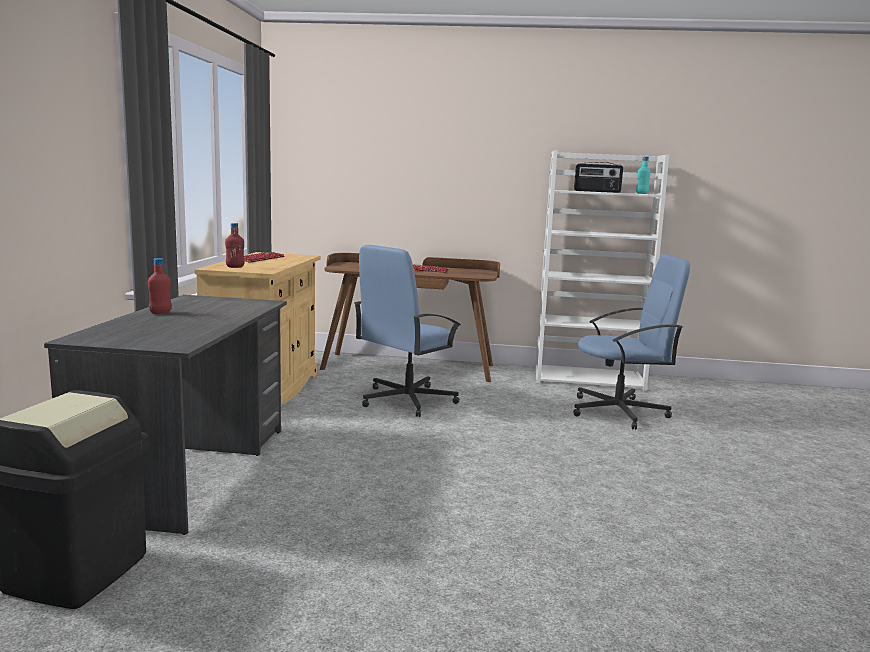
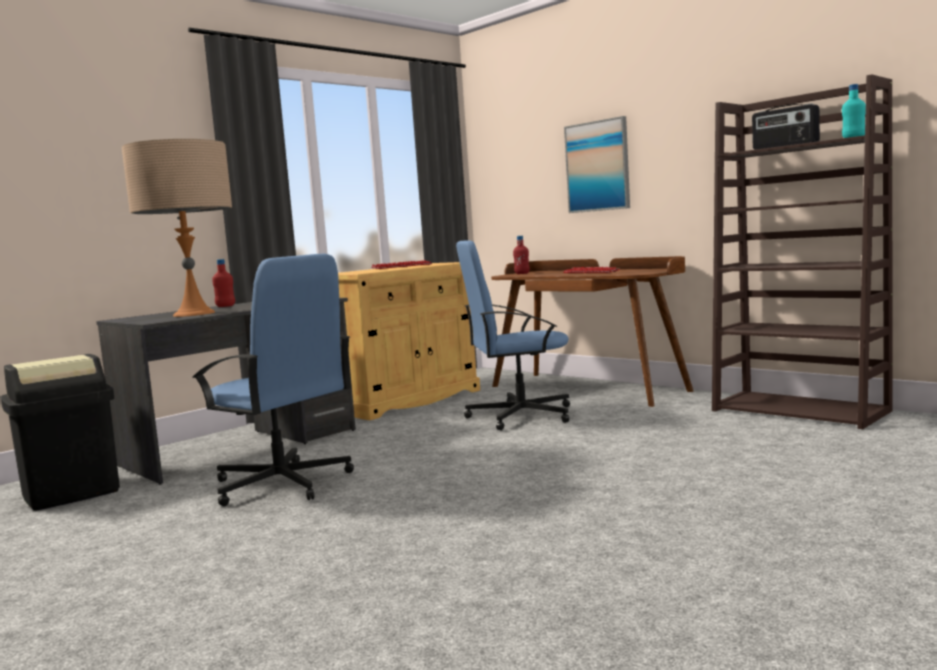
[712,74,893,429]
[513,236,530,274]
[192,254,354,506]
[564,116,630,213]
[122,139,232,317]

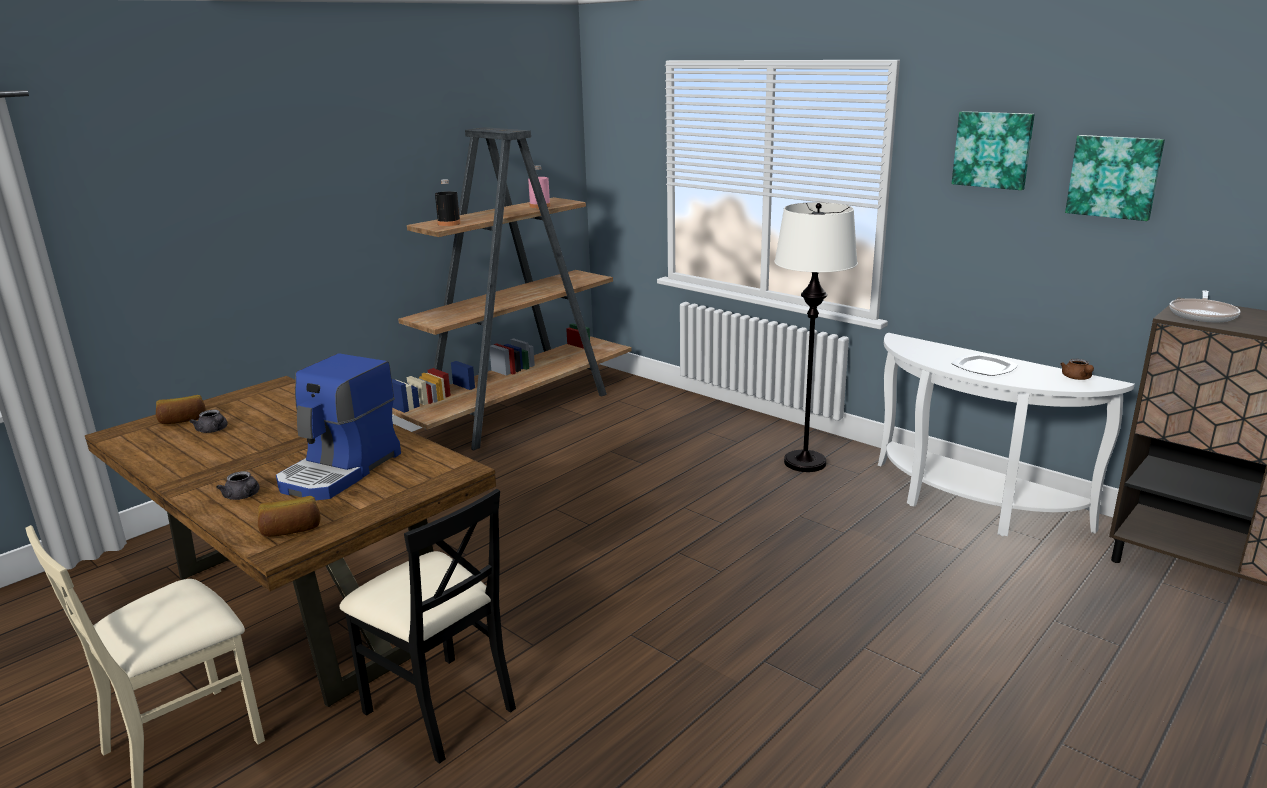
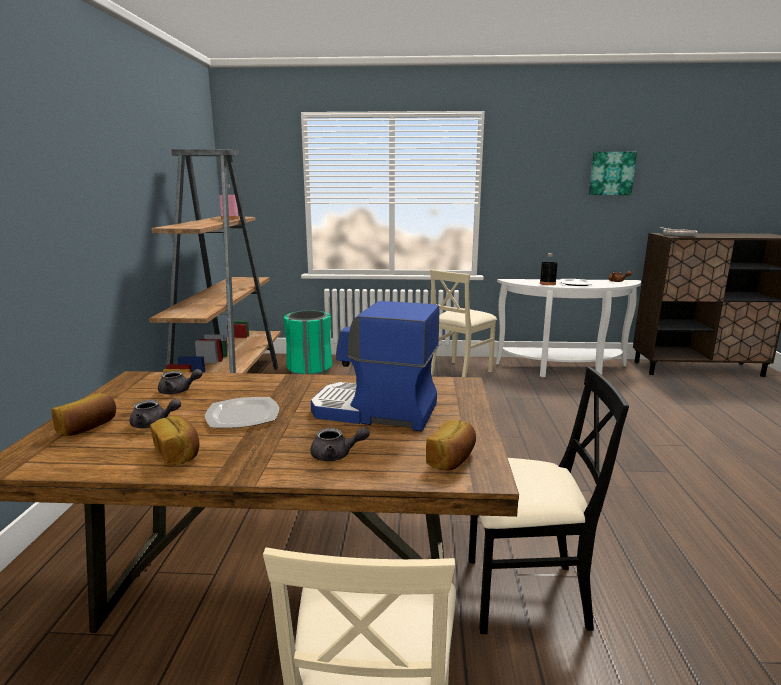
[952,111,1035,190] (first image)
[540,253,558,285]
[430,269,497,377]
[311,301,439,431]
[284,310,332,375]
[158,369,202,394]
[205,397,279,428]
[150,416,199,465]

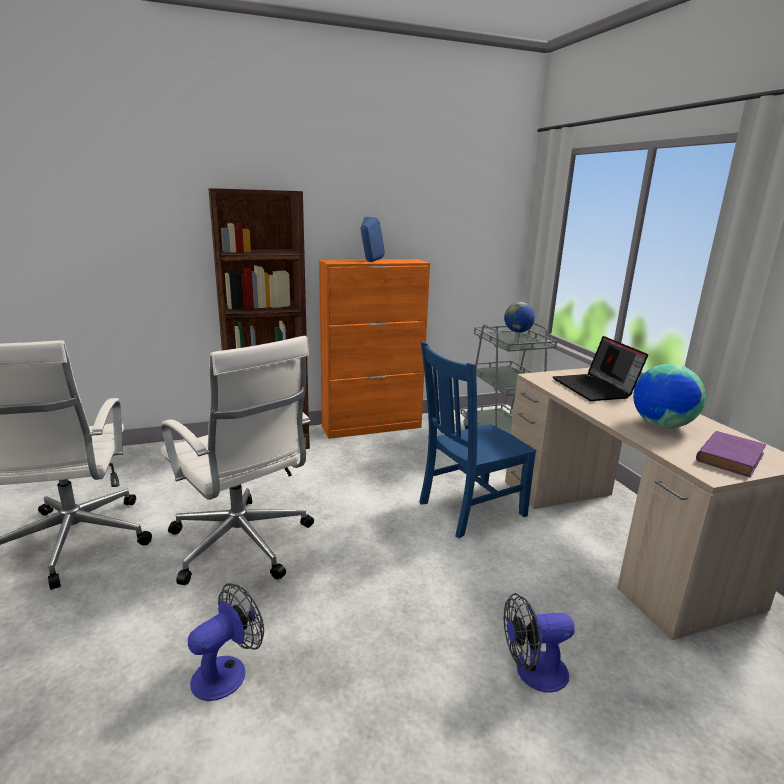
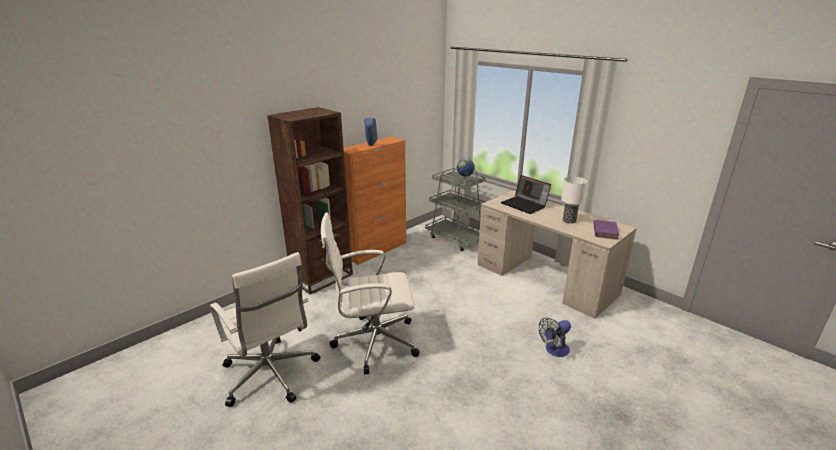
[321,212,420,374]
[419,341,537,538] (first image)
[561,177,588,224]
[188,583,264,701] (first image)

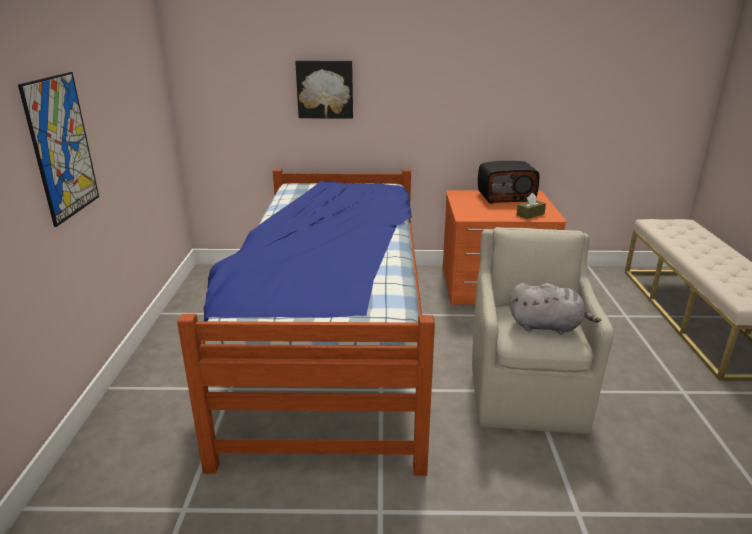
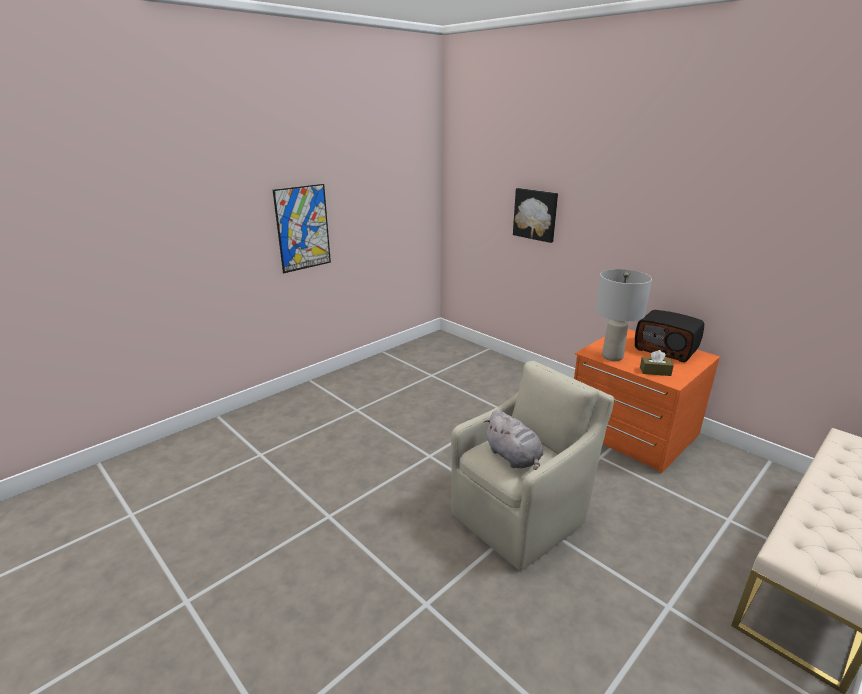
[177,169,435,476] (first image)
[595,269,652,361]

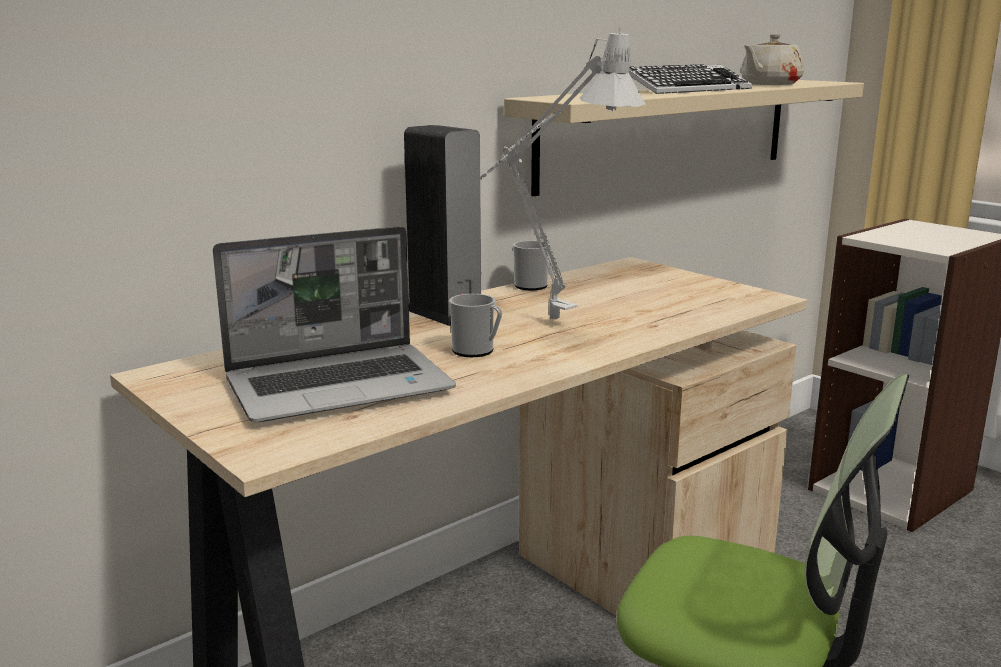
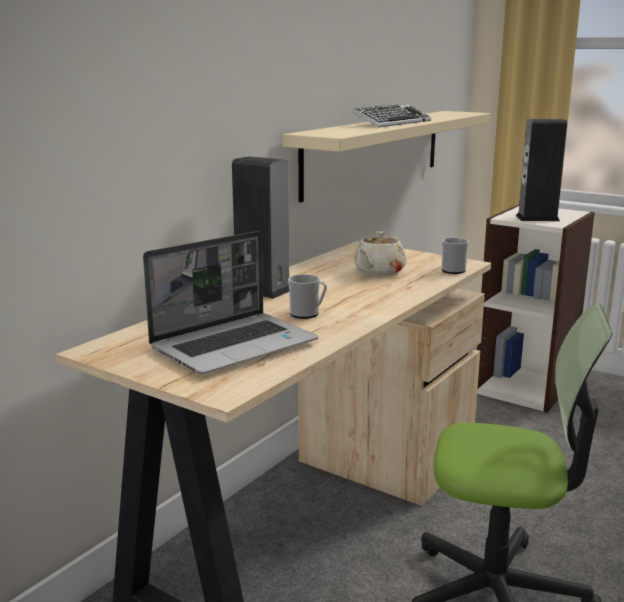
[480,27,646,325] (first image)
[354,231,406,276]
[442,238,469,274]
[516,119,567,221]

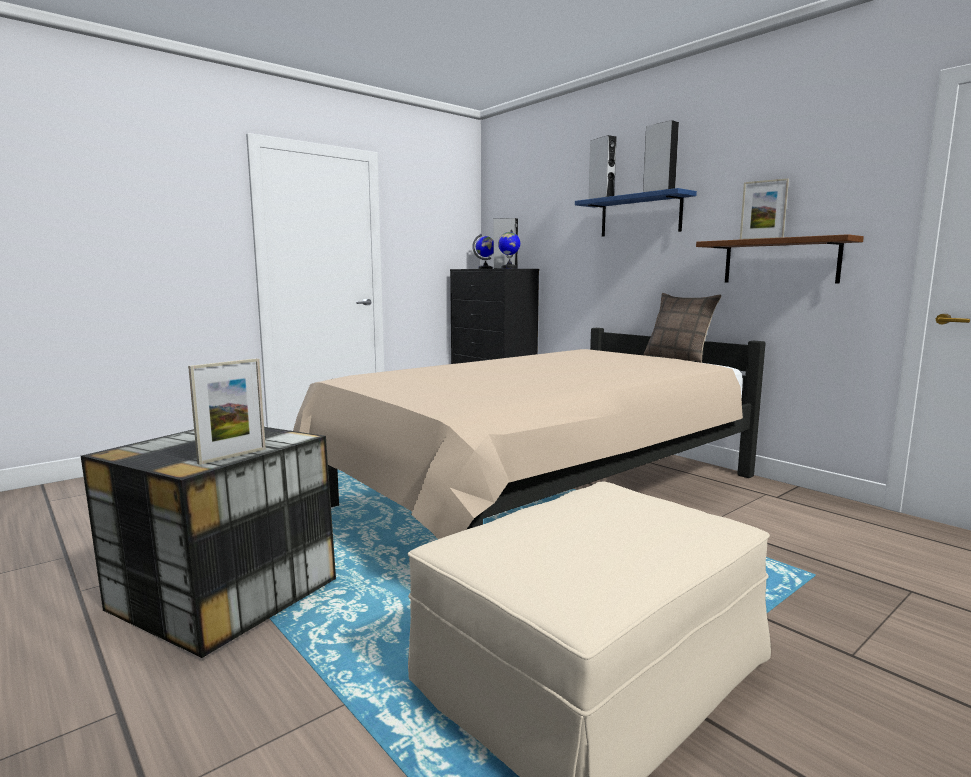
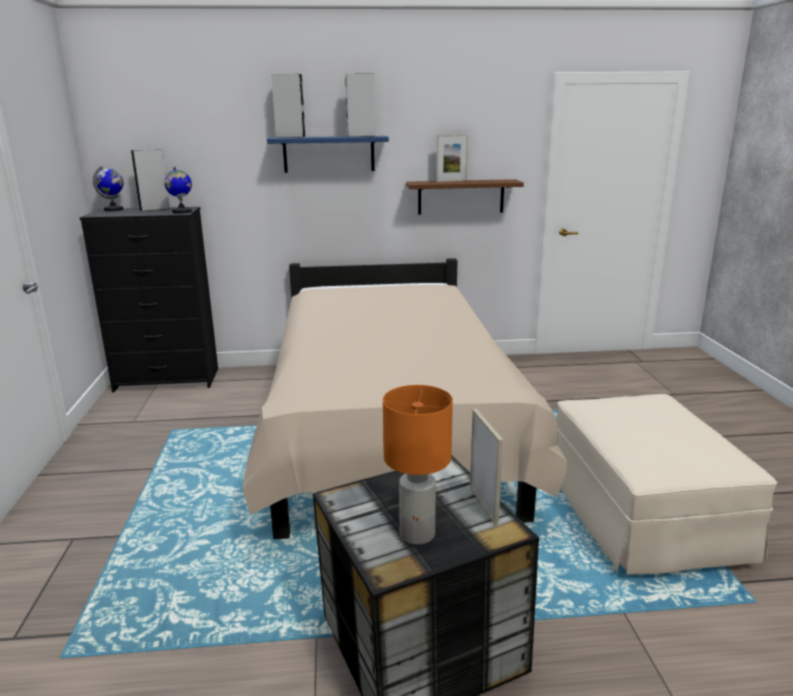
[644,293,722,363] (first image)
[383,385,453,545]

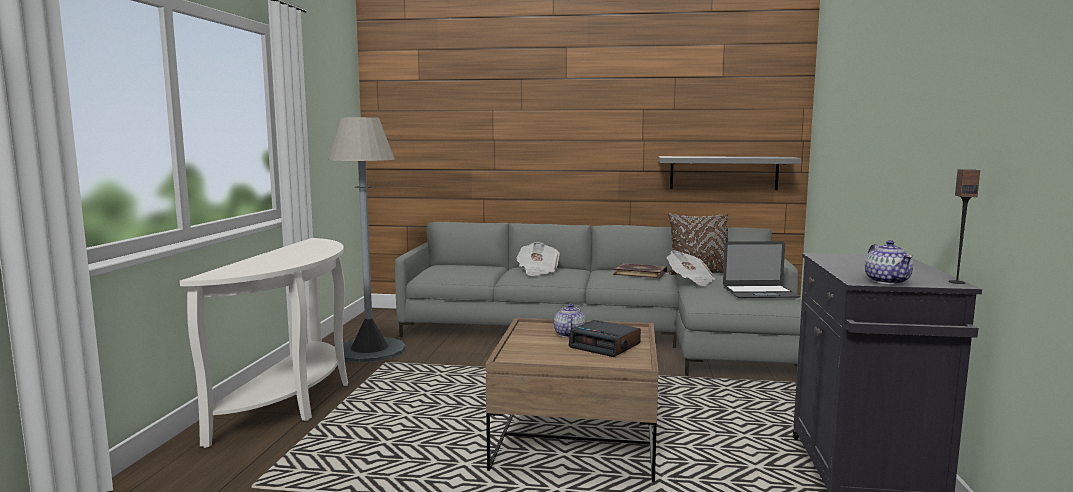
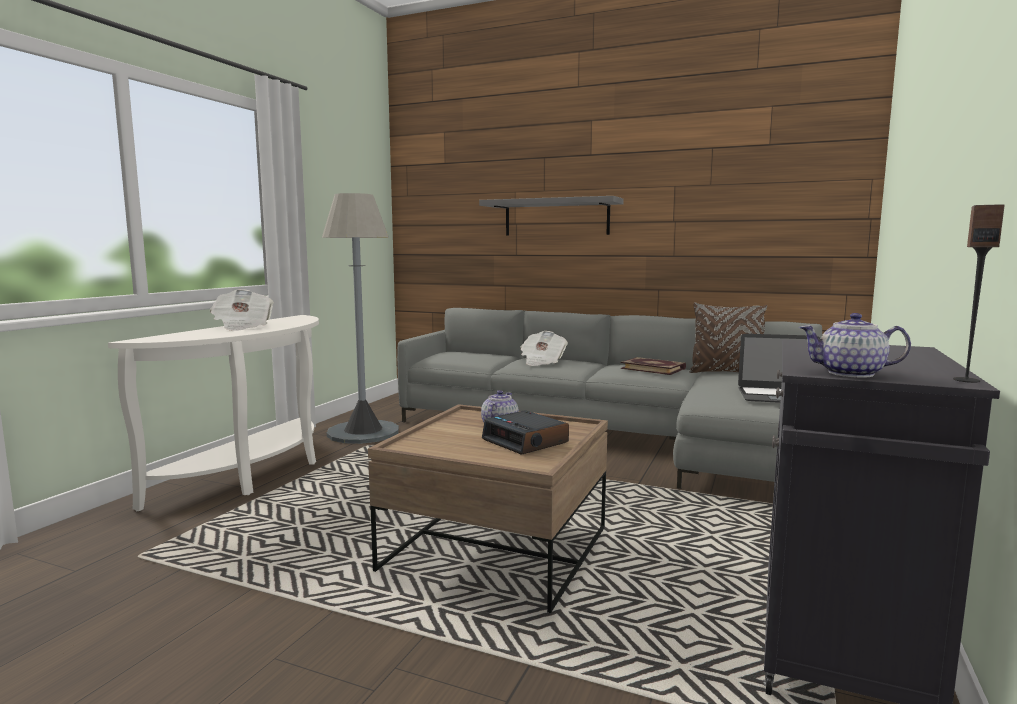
[479,196,624,236]
[799,313,911,378]
[210,289,274,331]

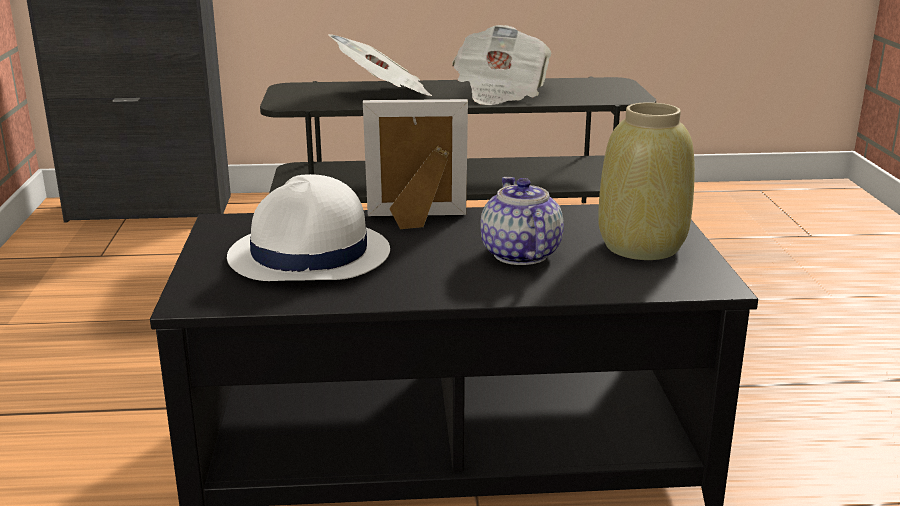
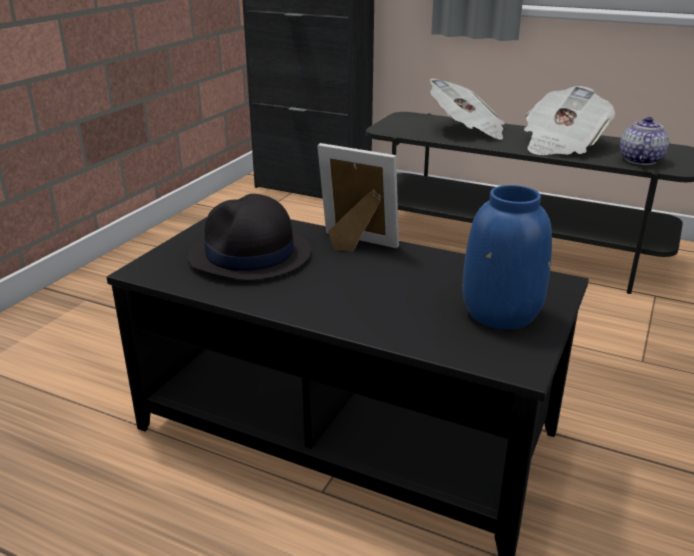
[462,185,552,329]
[187,194,311,281]
[620,117,669,165]

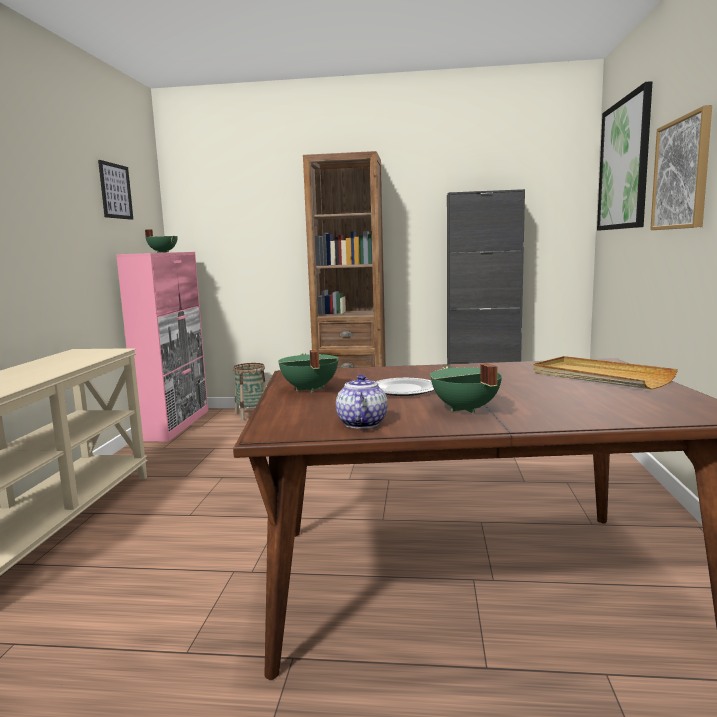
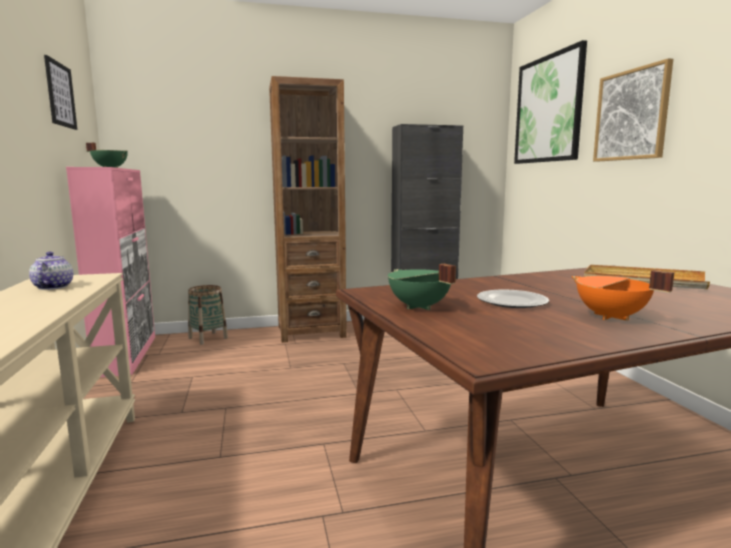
[571,270,674,321]
[29,252,73,290]

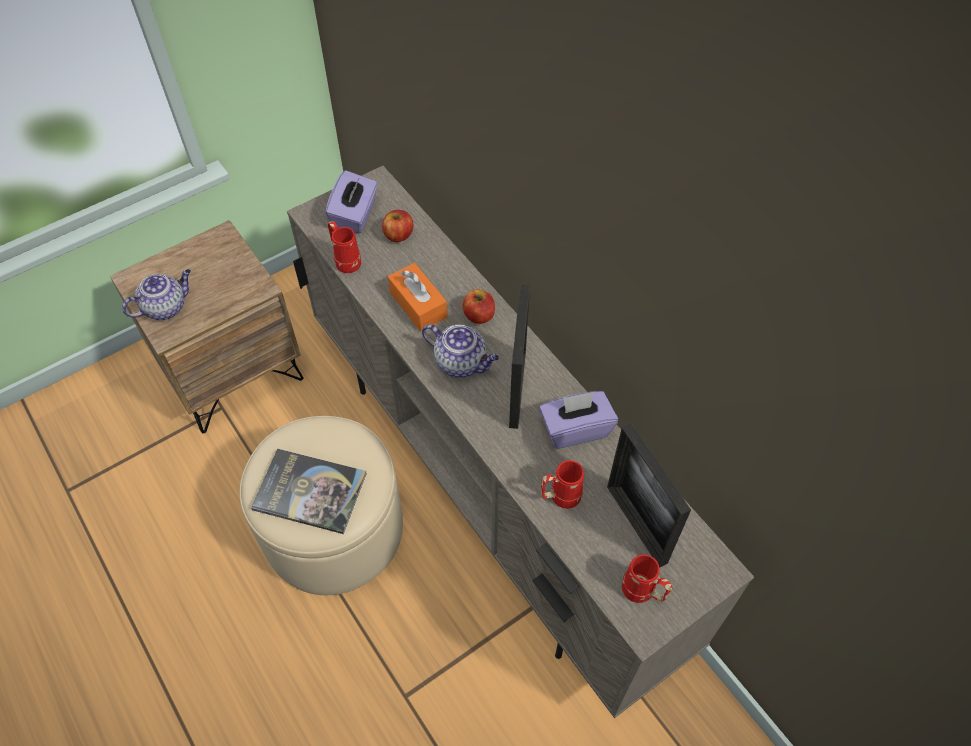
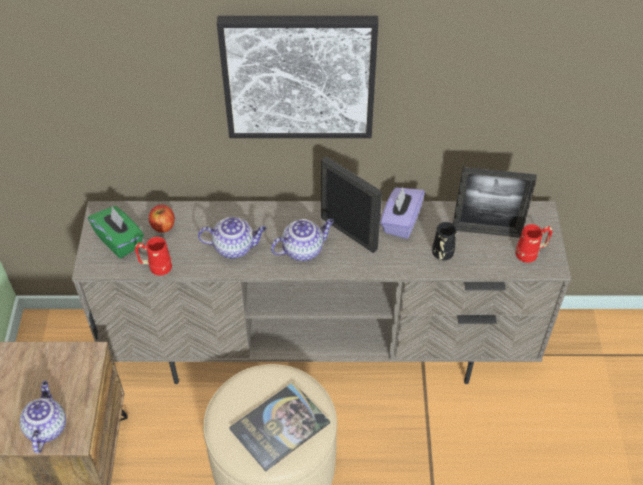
[88,206,144,258]
[198,217,267,259]
[462,289,495,324] (first image)
[432,222,457,260]
[217,16,378,138]

